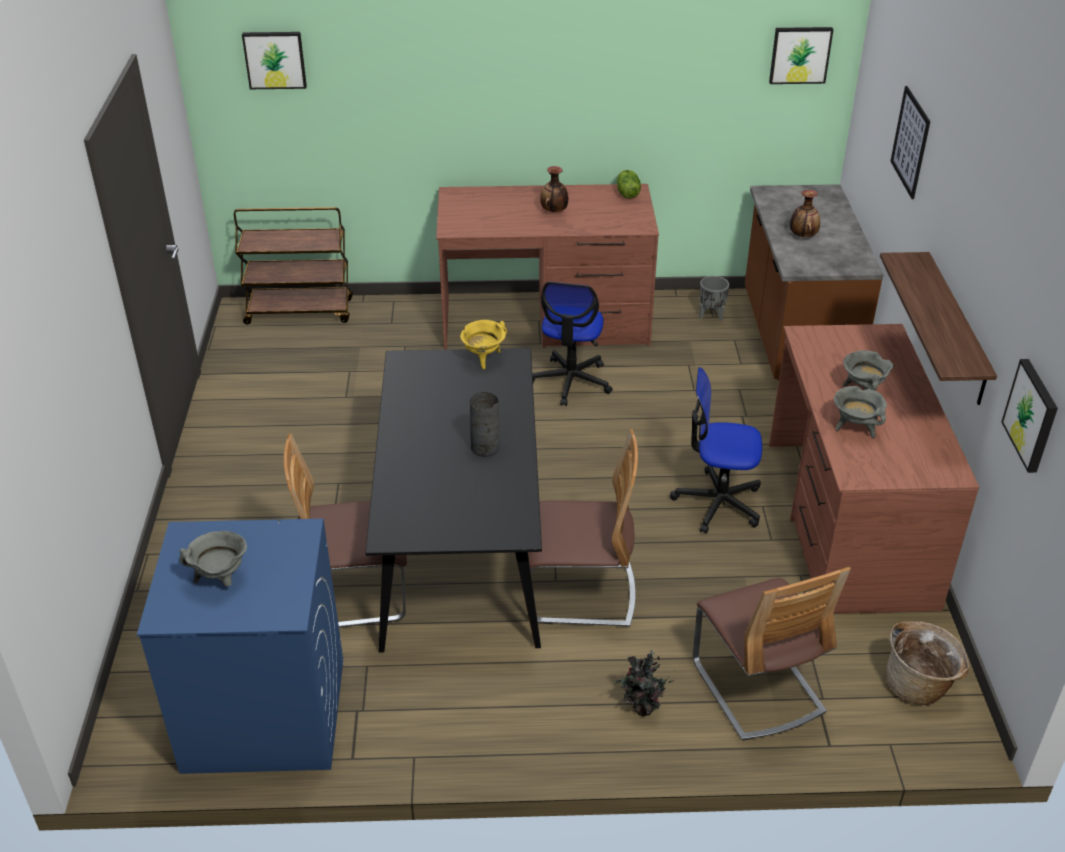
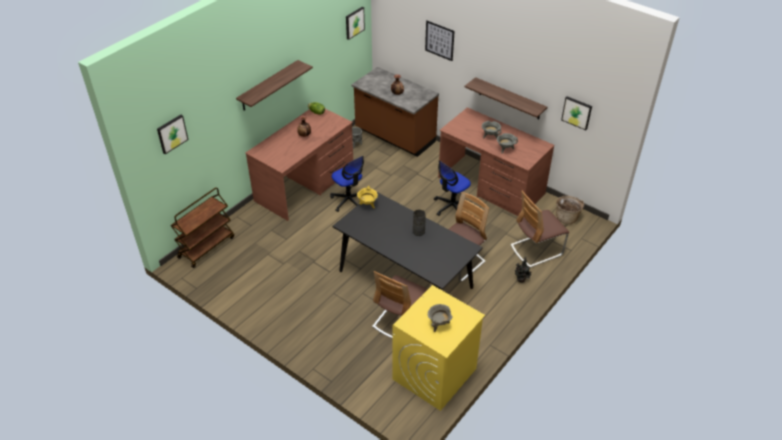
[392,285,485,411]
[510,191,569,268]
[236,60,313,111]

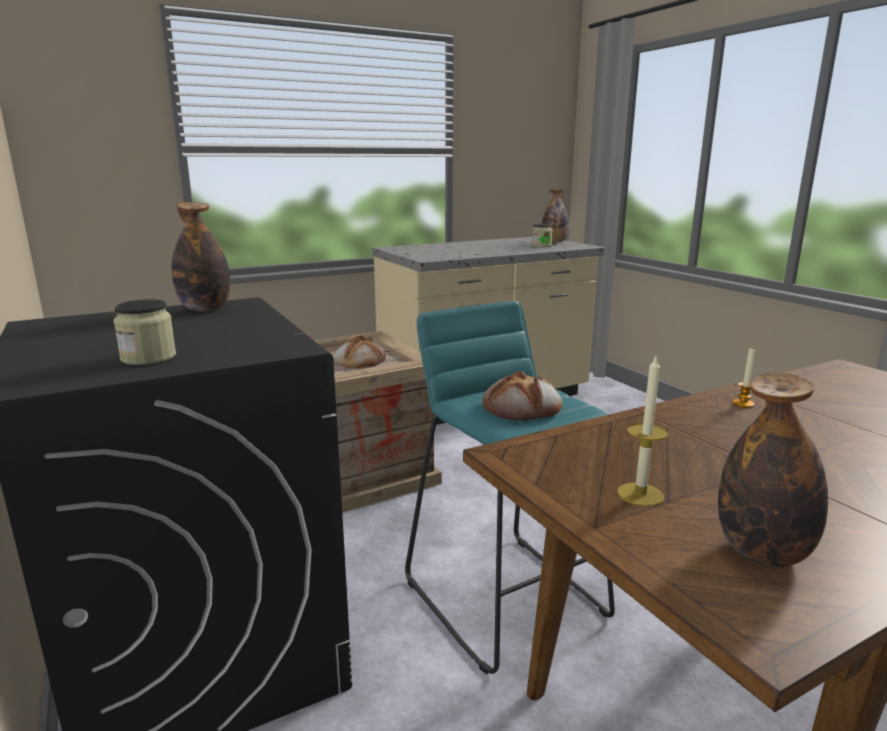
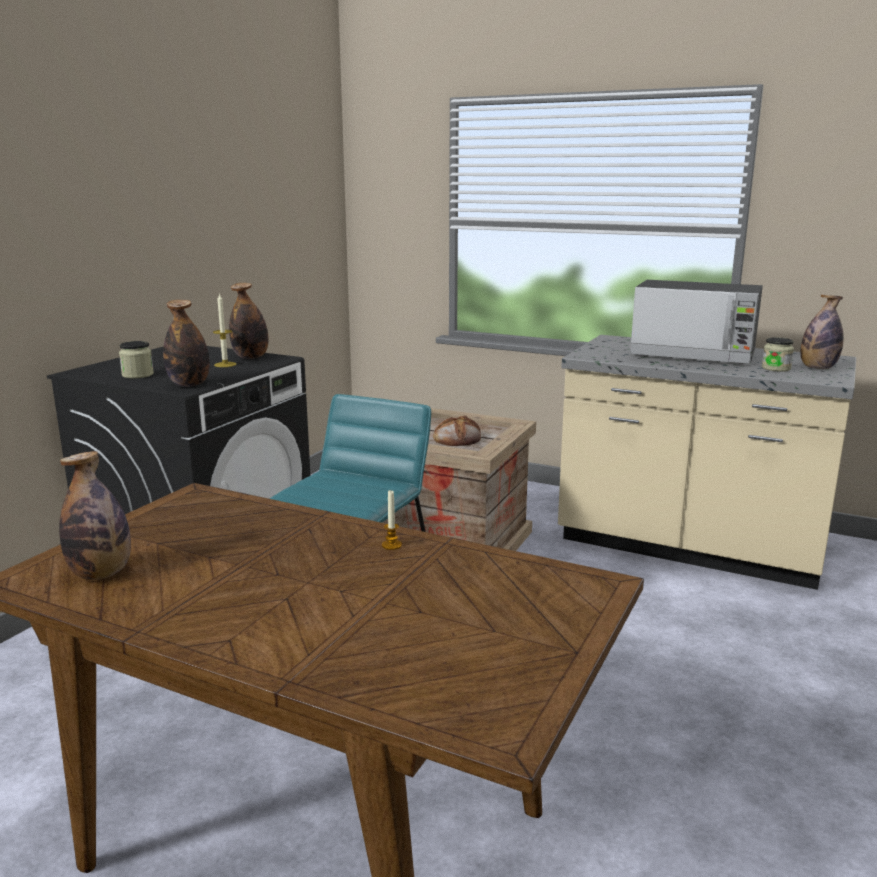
[213,293,237,367]
[483,371,562,421] (first image)
[630,280,763,364]
[163,300,210,387]

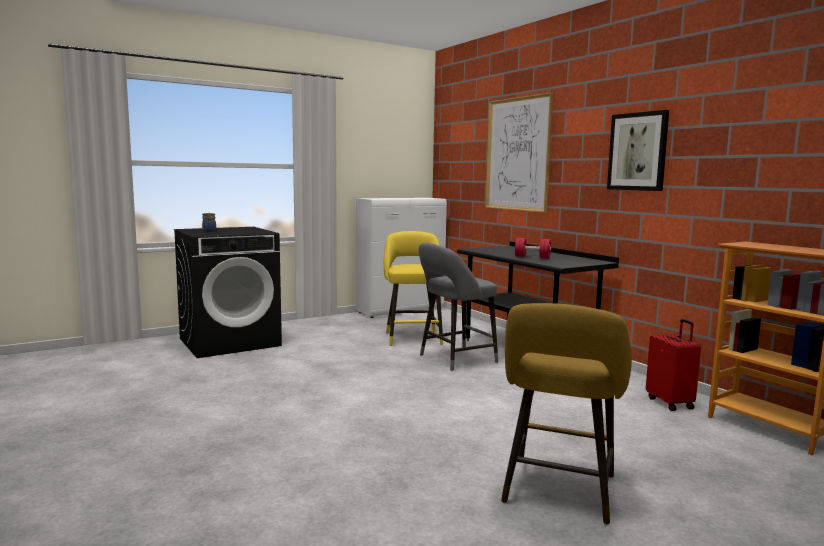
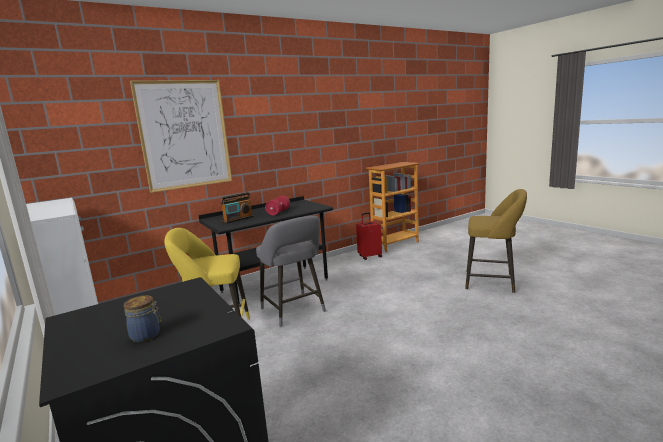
[607,110,669,191] (first image)
[221,192,254,224]

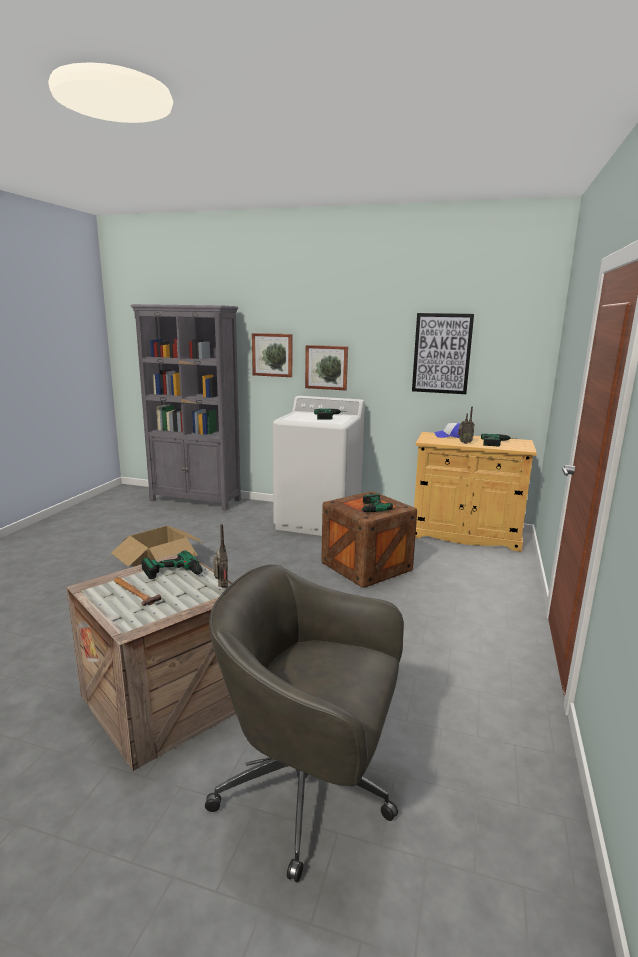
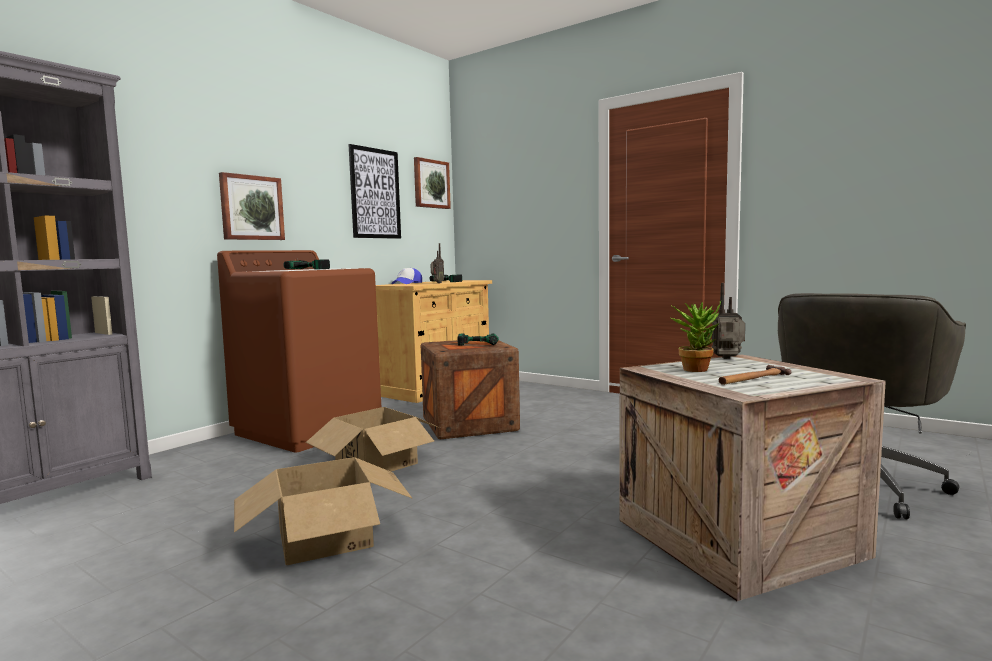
[414,157,451,209]
[217,250,381,453]
[671,301,721,372]
[306,407,440,472]

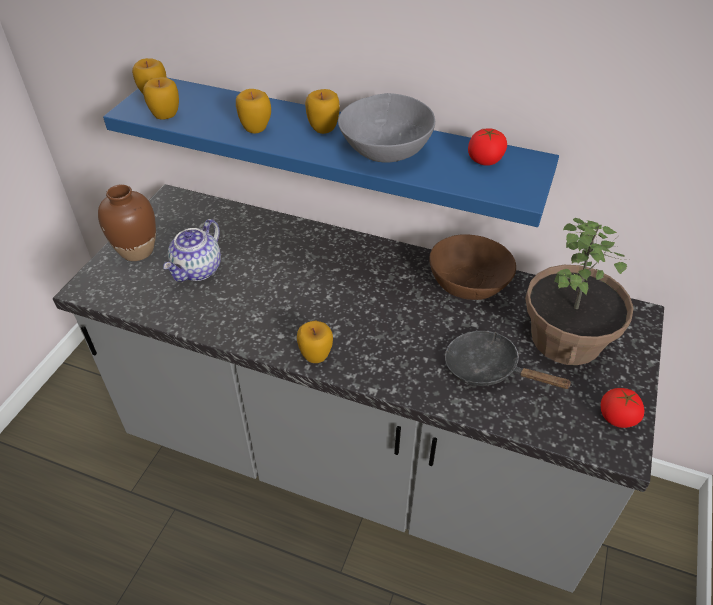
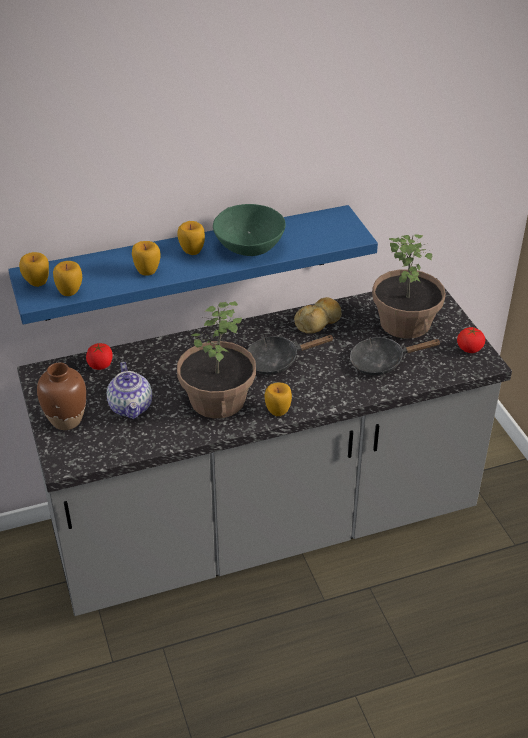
[213,204,286,256]
[86,343,112,370]
[294,297,342,334]
[177,301,256,418]
[247,335,333,375]

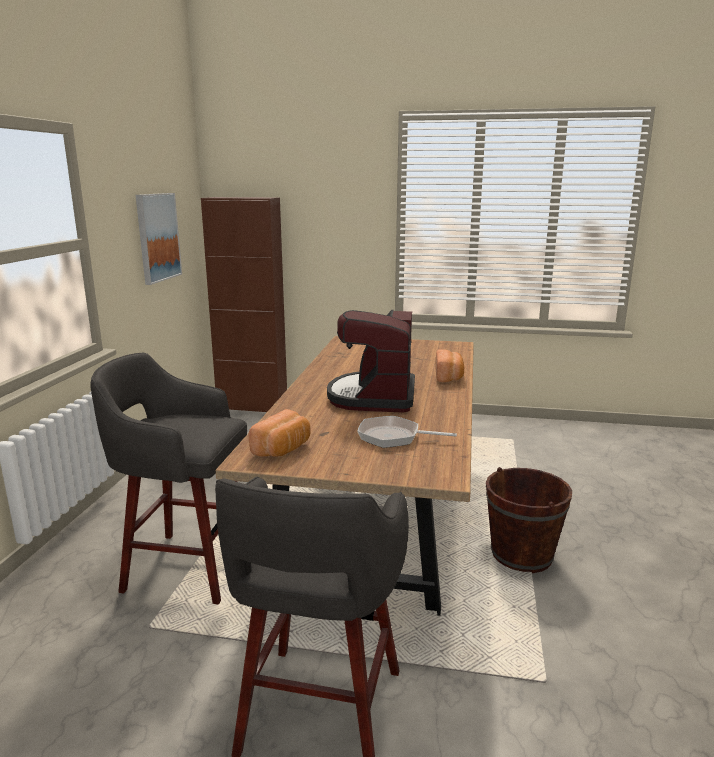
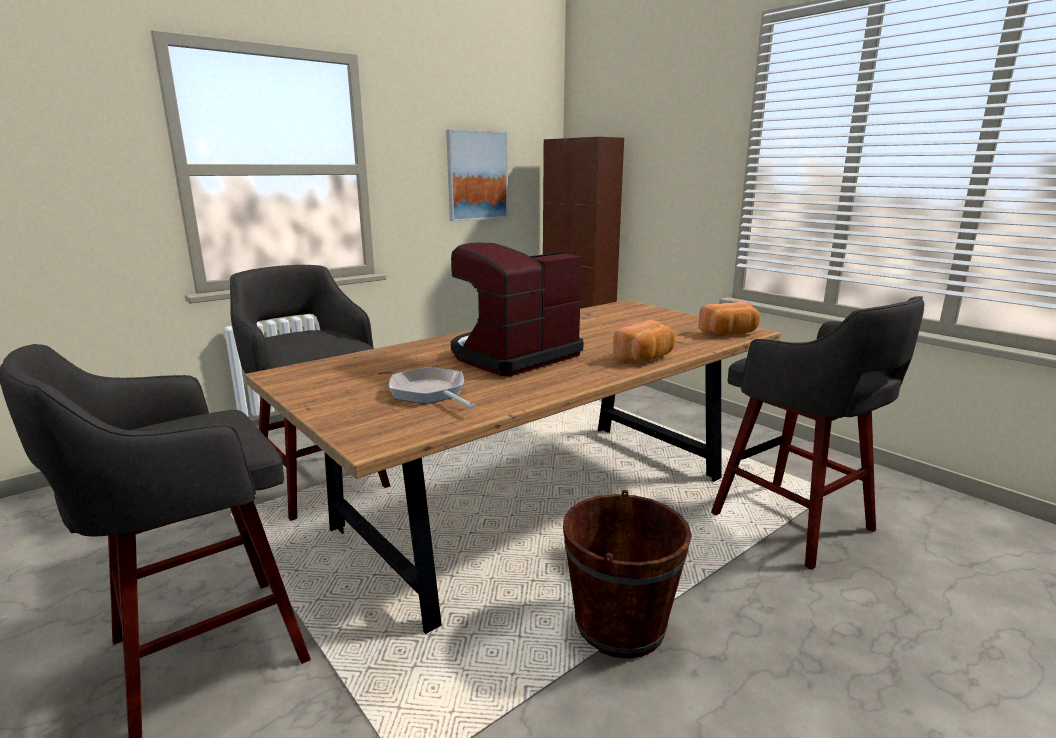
[698,302,760,335]
[711,296,924,570]

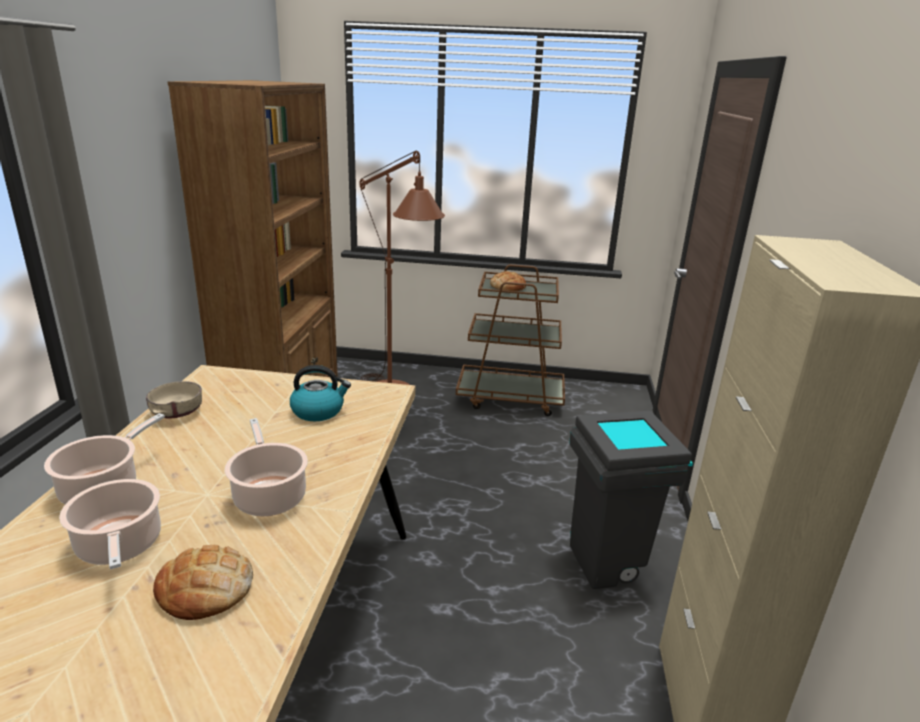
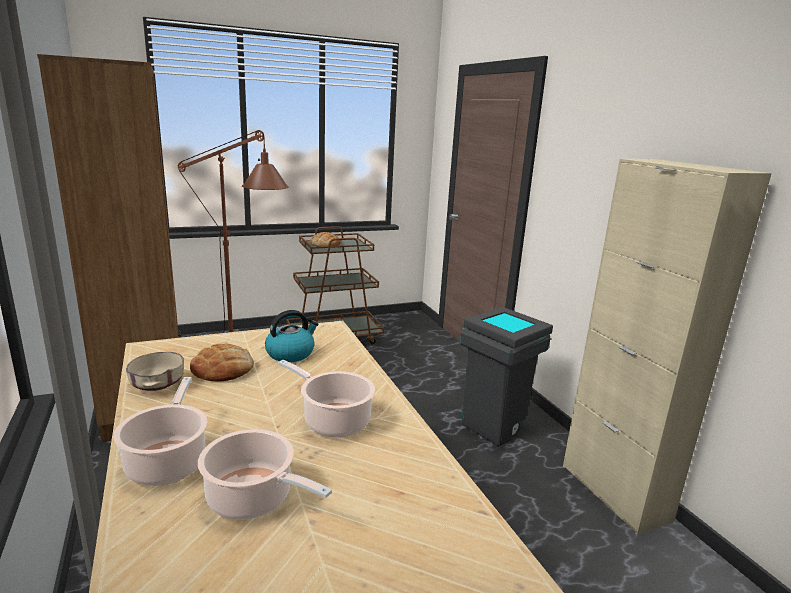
[190,344,254,381]

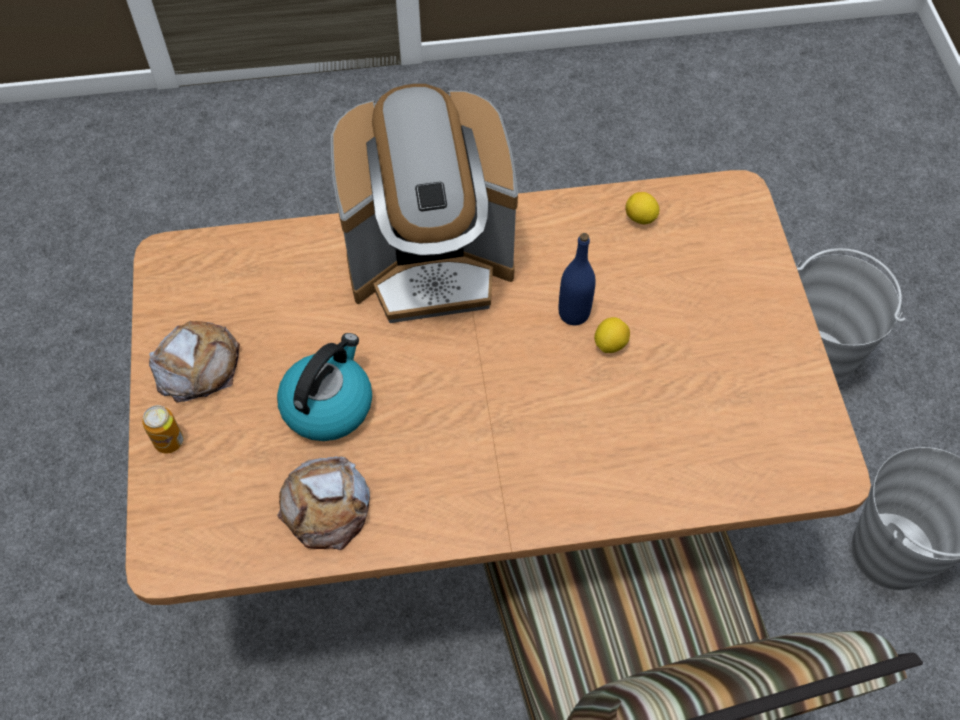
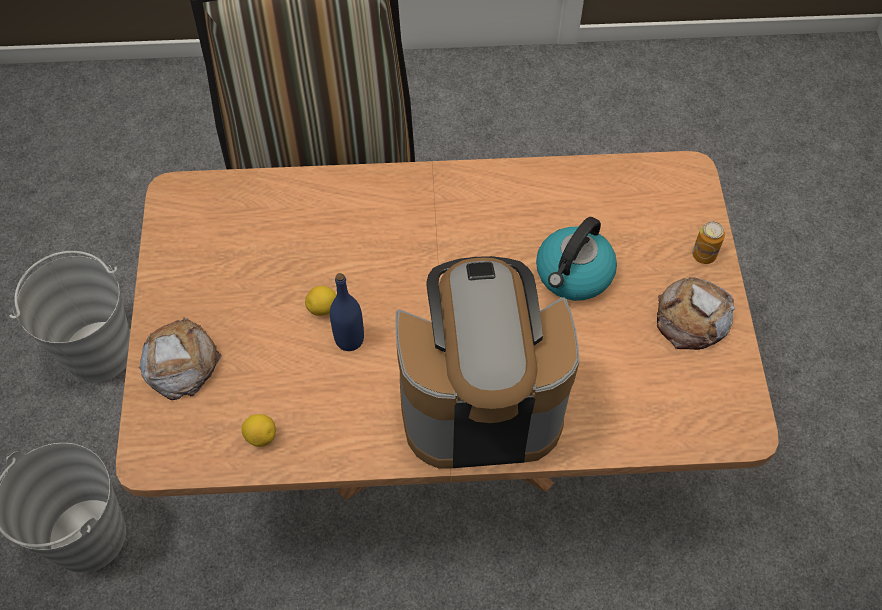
[139,317,222,400]

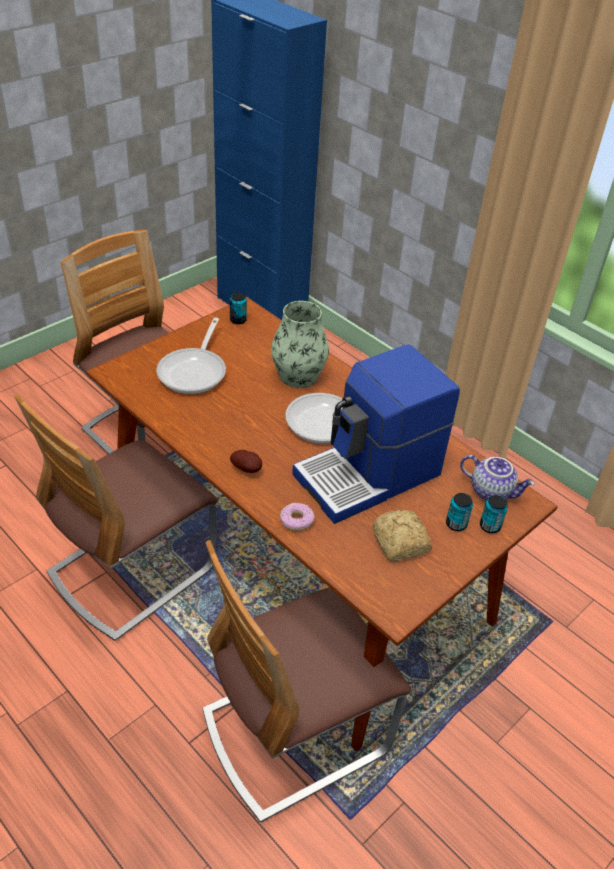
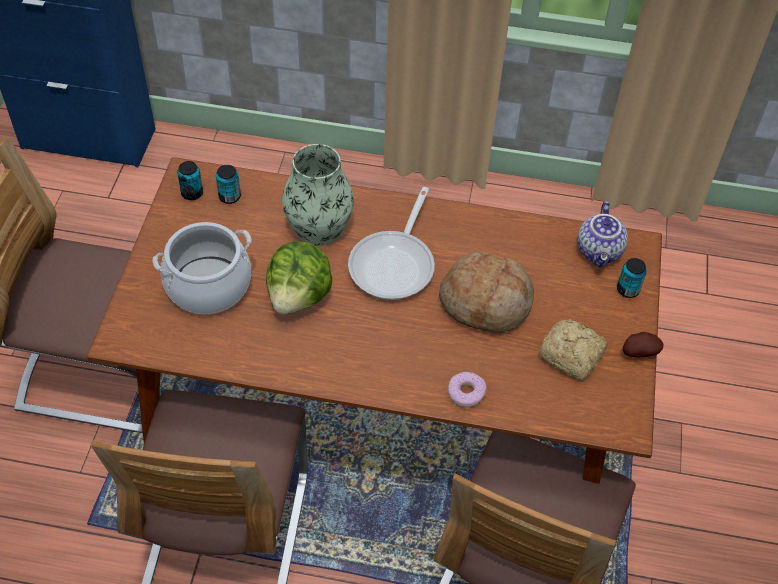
[152,222,252,314]
[439,252,534,333]
[623,332,663,358]
[577,201,628,268]
[216,165,241,204]
[266,241,332,314]

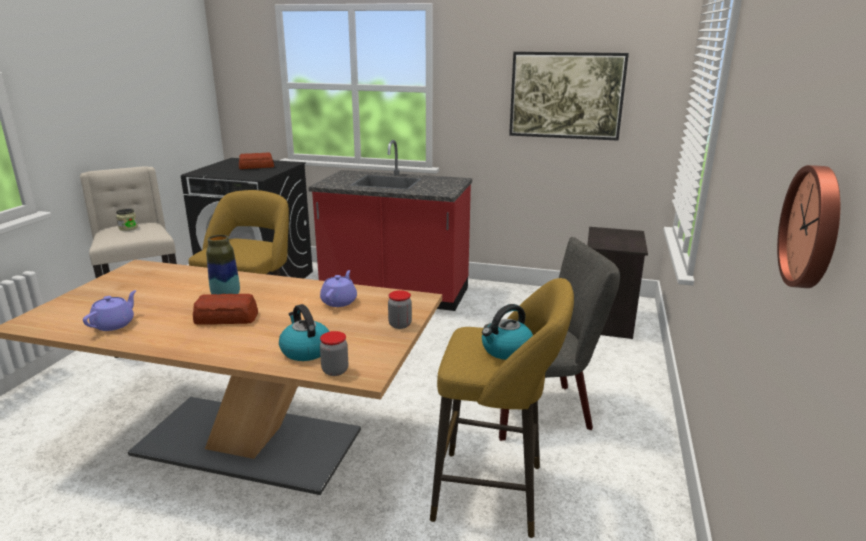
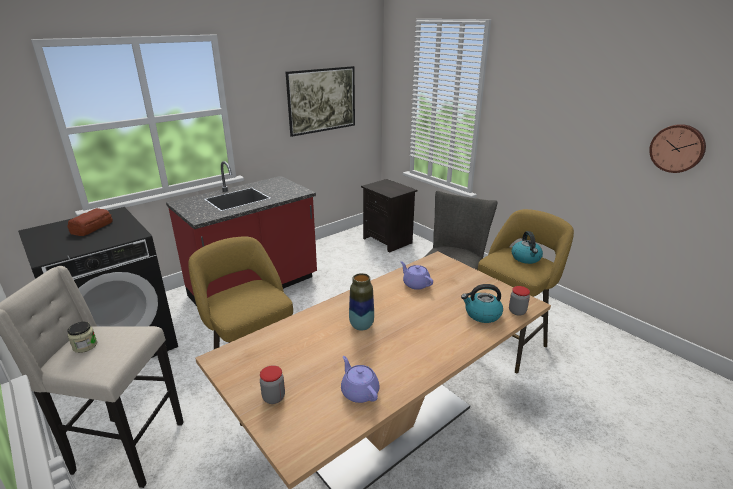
[260,365,285,404]
[193,294,258,325] (first image)

